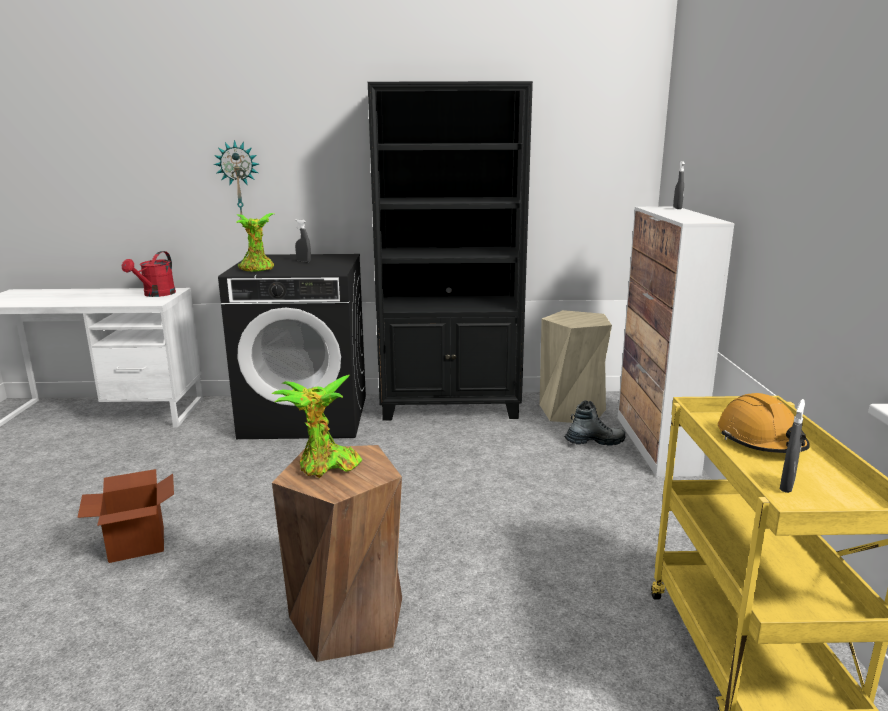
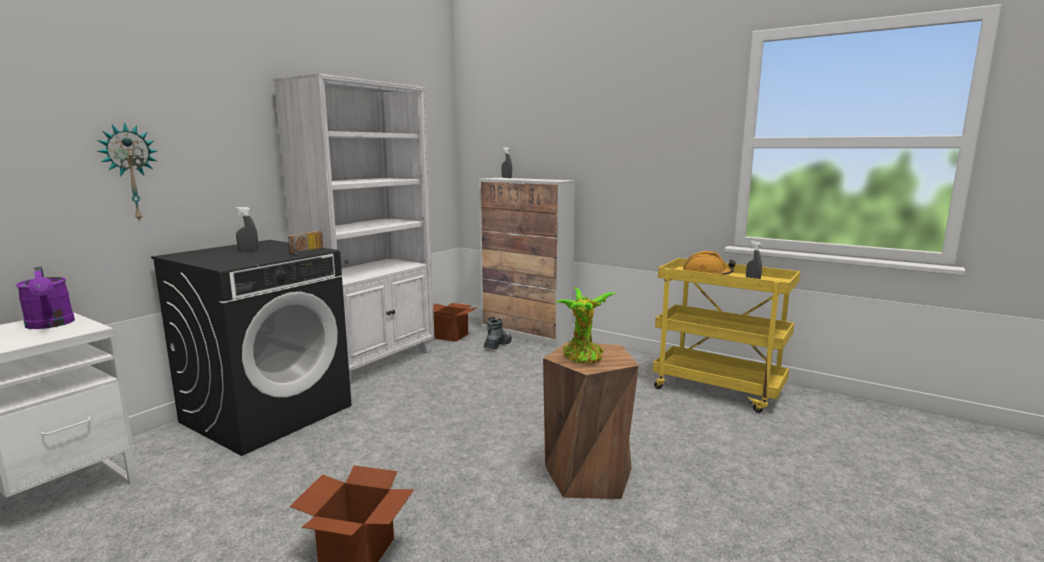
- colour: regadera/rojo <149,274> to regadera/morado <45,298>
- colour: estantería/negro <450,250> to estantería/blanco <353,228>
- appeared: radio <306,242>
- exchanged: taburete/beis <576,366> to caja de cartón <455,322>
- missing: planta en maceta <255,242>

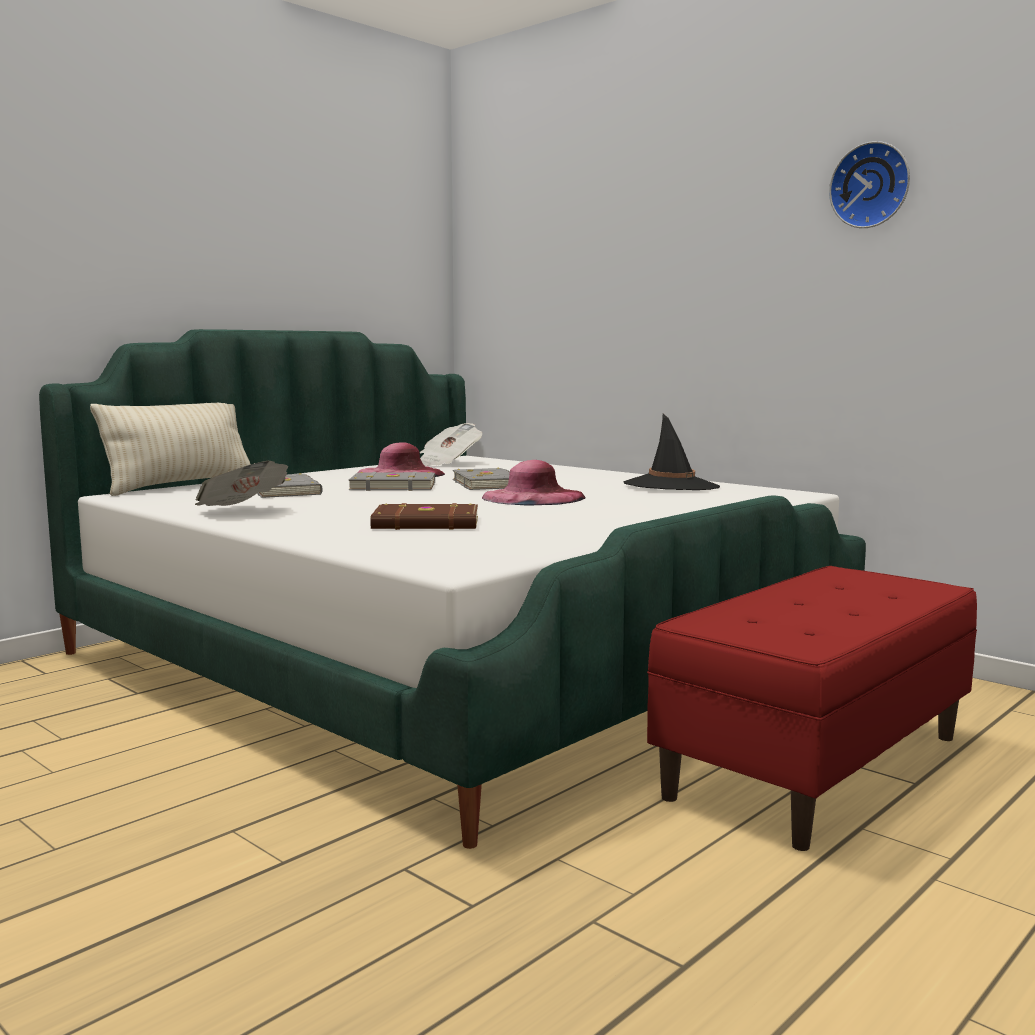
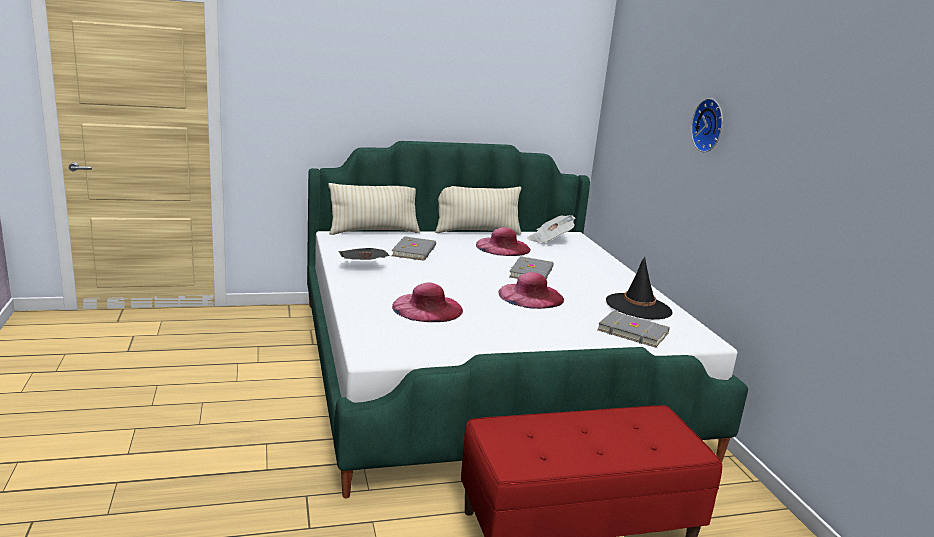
- exchanged: libro/marrón <424,516> to sombrero/rosa <427,302>
- appeared: cojín/beis <478,210>
- relocated: libro/gris <391,481> to <633,329>
- relocated: reloj de pared <869,184> to <707,125>

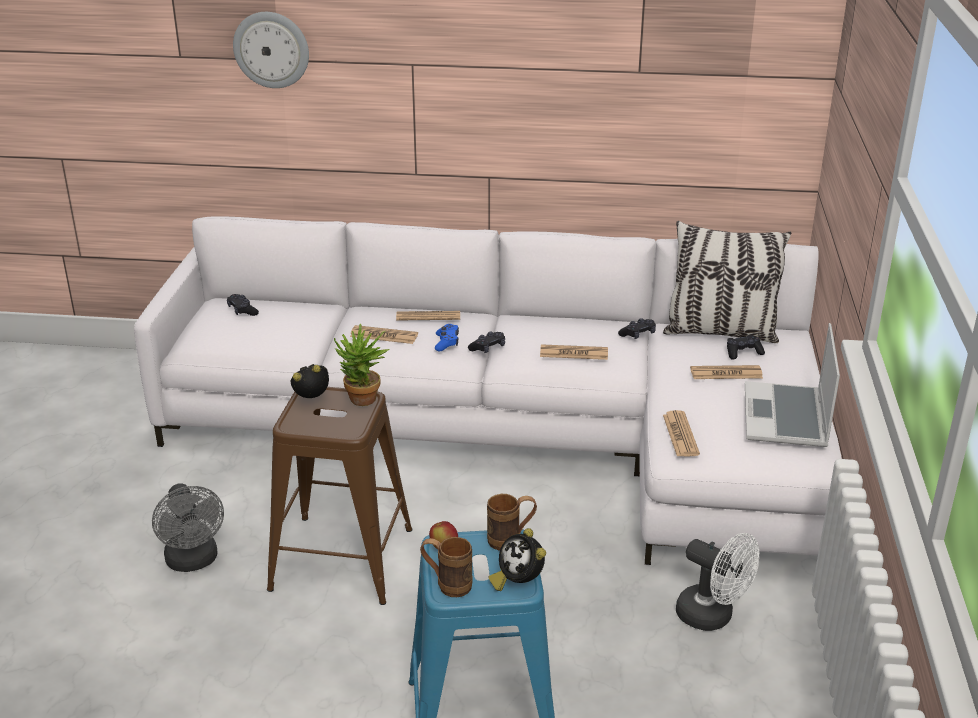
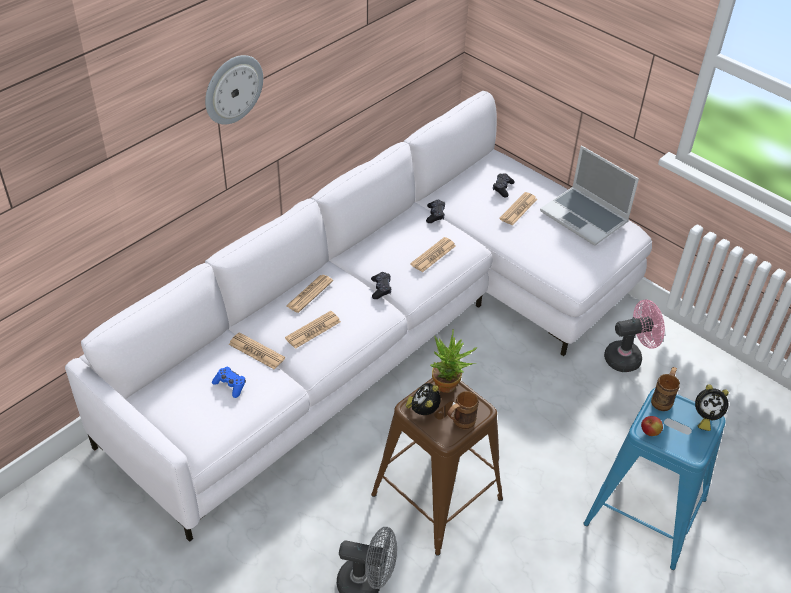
- relocated: reloj de pared <271,50> to <234,90>
- relocated: mando de consola/azul <447,337> to <229,382>
- relocated: periódico <681,433> to <257,351>
- relocated: taza grande/marrón <446,567> to <463,410>
- colour: ventilador/blanco <717,582> to ventilador/rosa <634,336>
- missing: mando de consola/negro <243,305>
- missing: cojín <727,282>

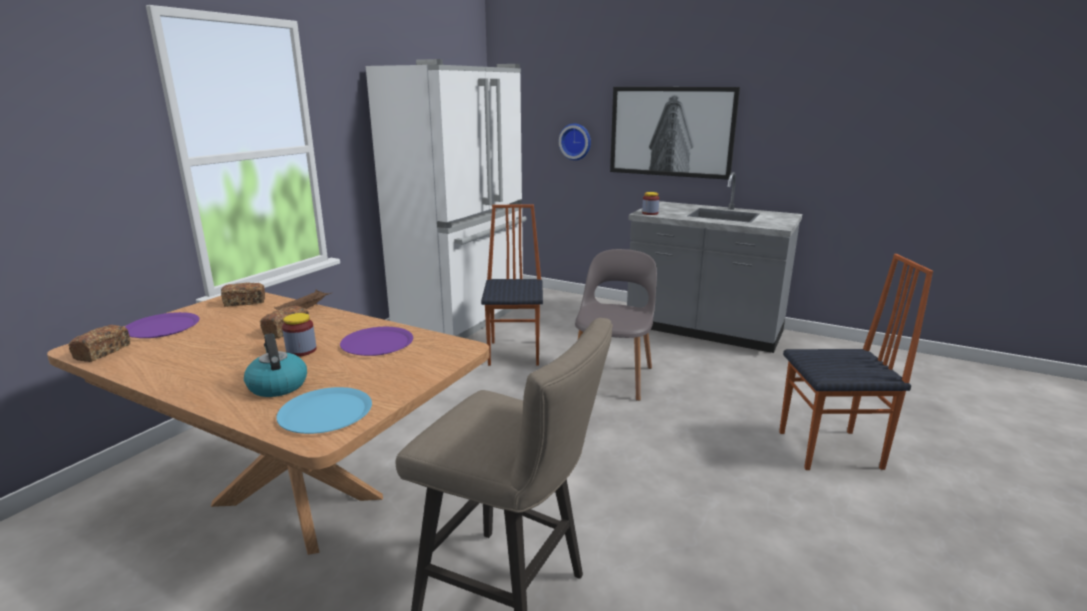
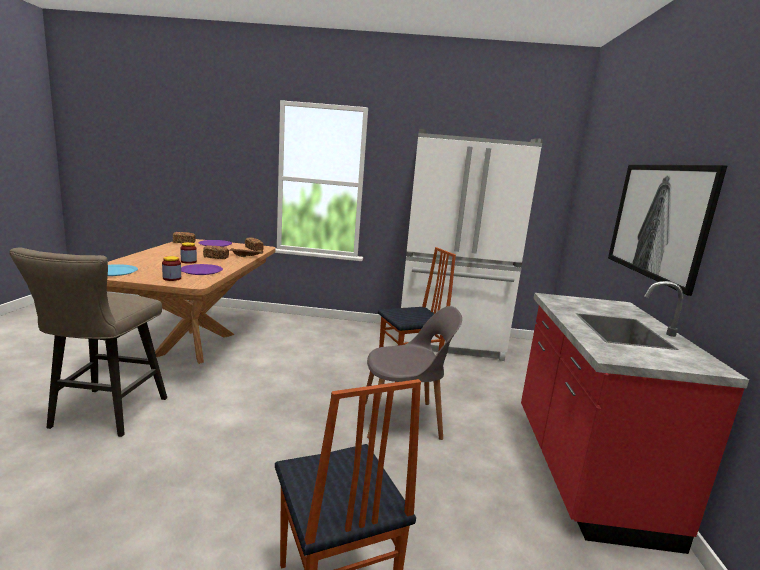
- relocated: tarro <650,203> to <171,268>
- colour: mueble bajo de cocina/gris <714,262> to mueble bajo de cocina/rojo <635,417>
- missing: hervidor <275,365>
- missing: reloj de pared <575,141>

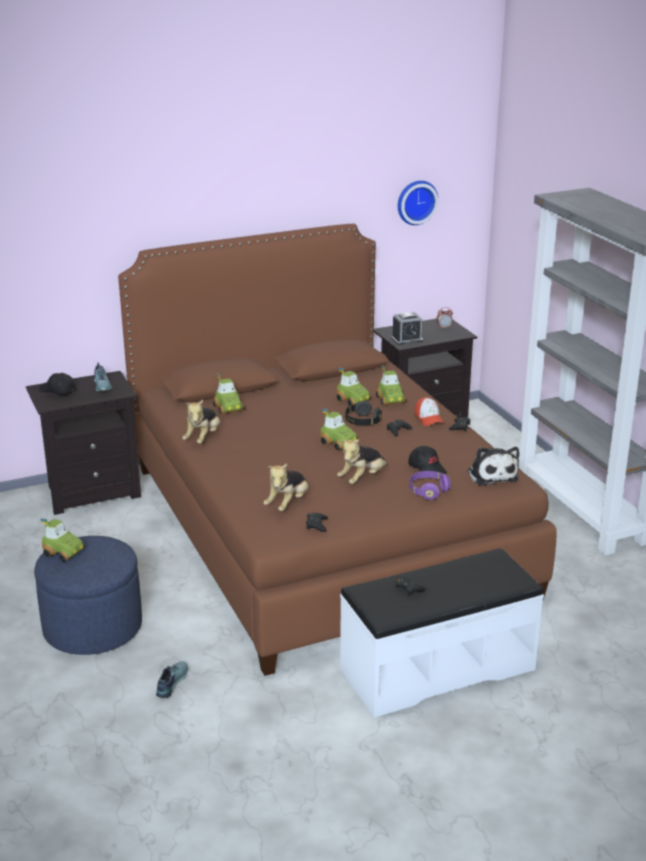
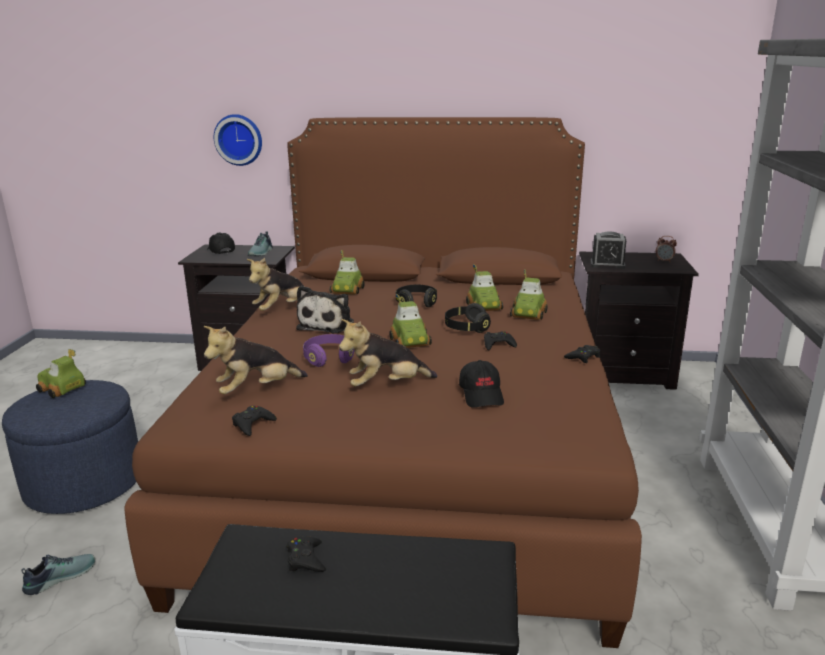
- spun: coche de juguete <62,540> = <61,373> 150 degrees clockwise
- relocated: reloj de pared <418,203> to <238,140>
- relocated: peluche <493,466> to <325,309>
- relocated: auriculares/morado <430,485> to <329,350>
- appeared: auriculares/negro <416,296>
- missing: gorra <429,411>

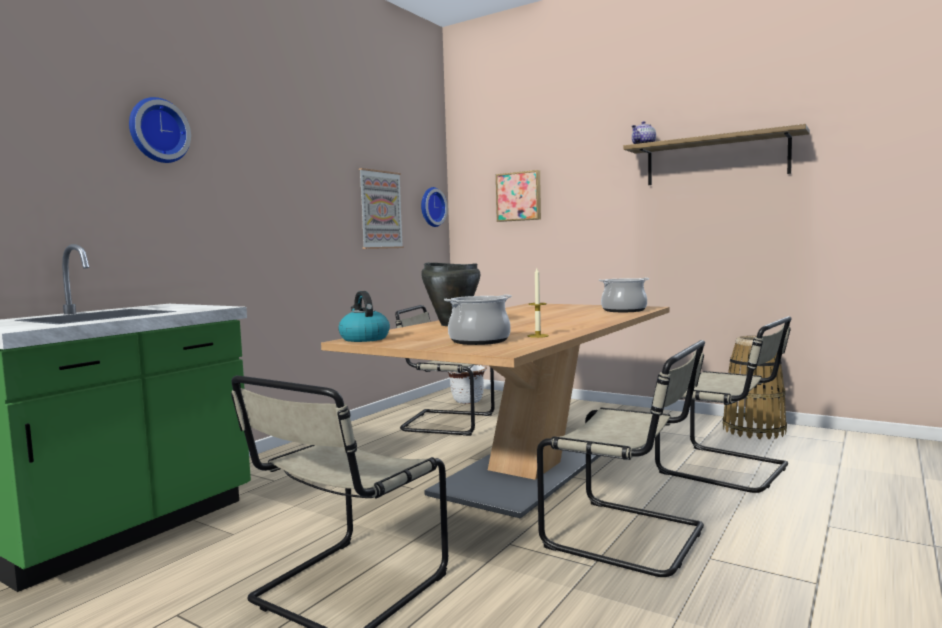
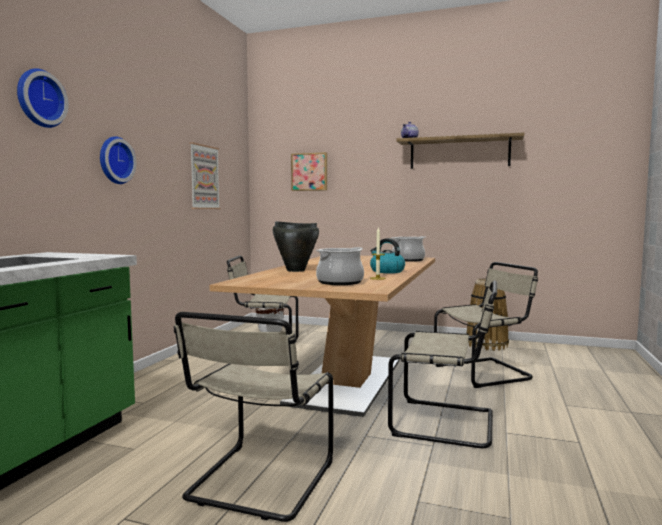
- relocated: reloj de pared <434,207> to <118,160>
- relocated: hervidor <364,316> to <387,255>
- spun: silla/beis <723,404> = <486,325> 45 degrees counterclockwise

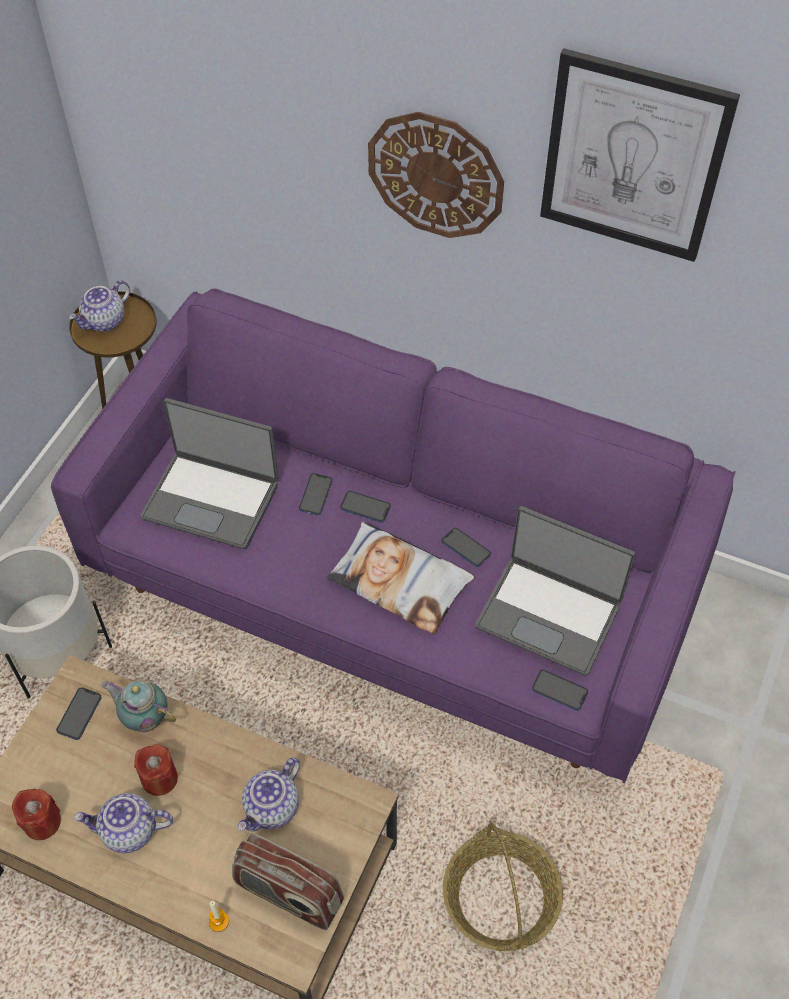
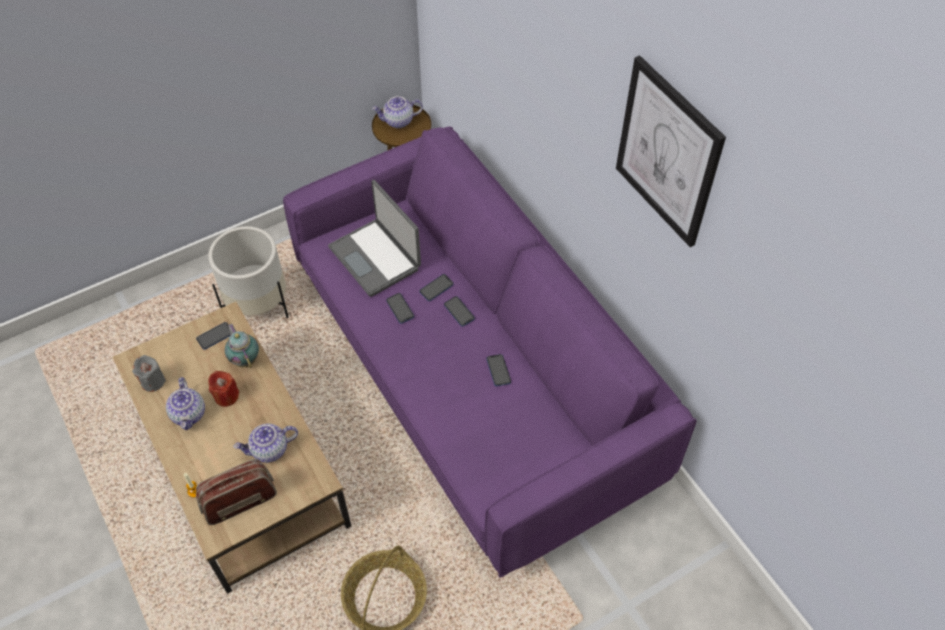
- colour: vela/rojo <36,814> to vela/gris <149,373>
- spun: tetera <123,823> = <185,403> 135 degrees counterclockwise
- spun: radio <288,882> = <236,492> 90 degrees clockwise
- relocated: móvil <560,690> to <400,308>
- missing: cojín <400,577>
- missing: reloj de pared <436,175>
- missing: portátil <555,591>

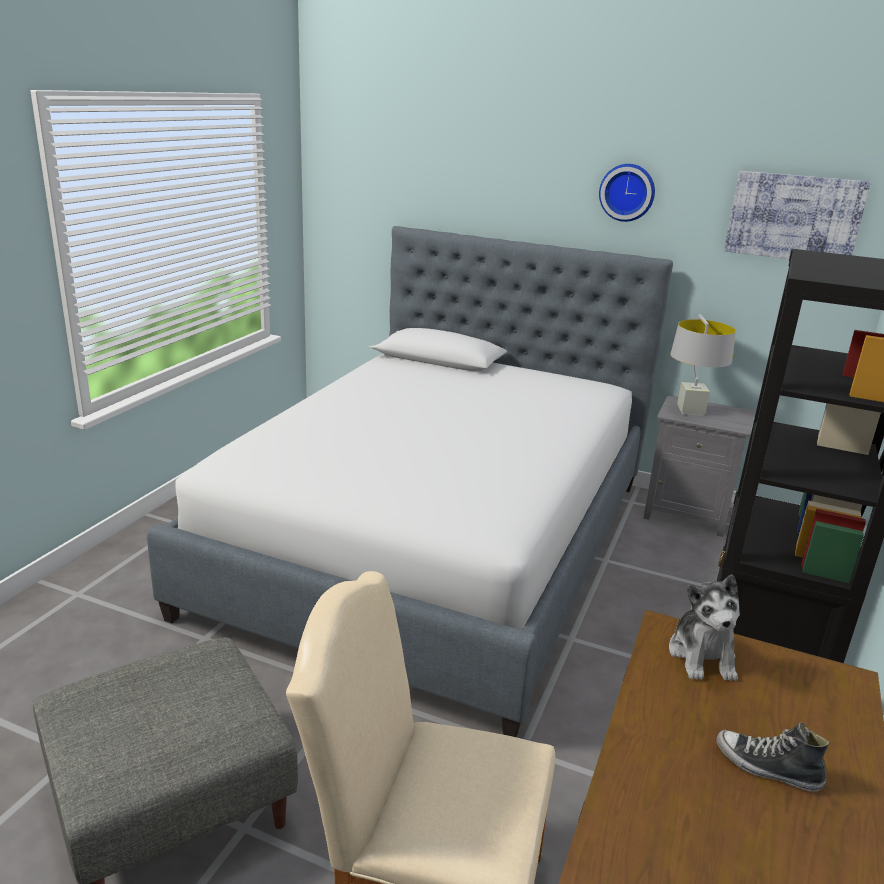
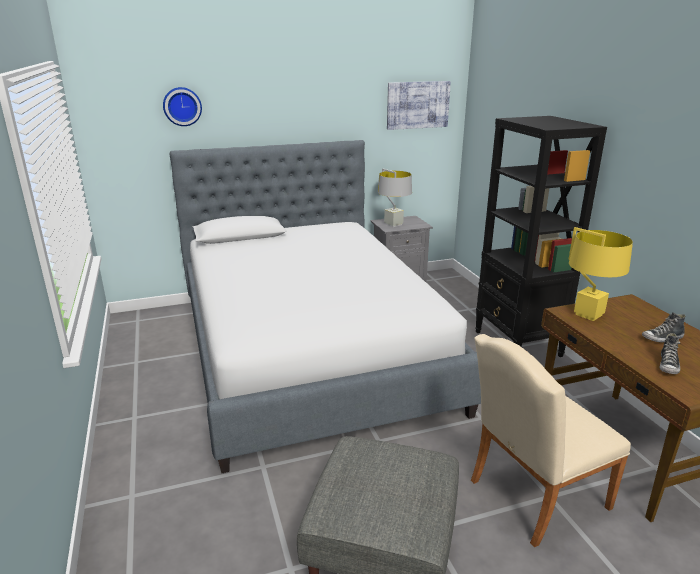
- relocated: reloj de pared <627,193> to <182,106>
- exchanged: peluche <704,628> to lámpara de mesa/amarillo <601,274>
- appeared: zapato <669,353>

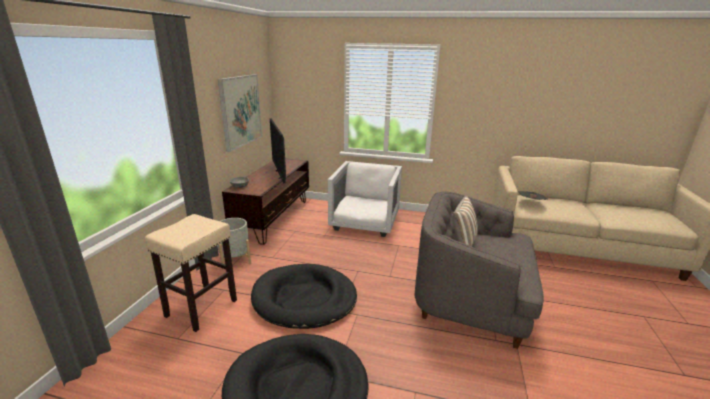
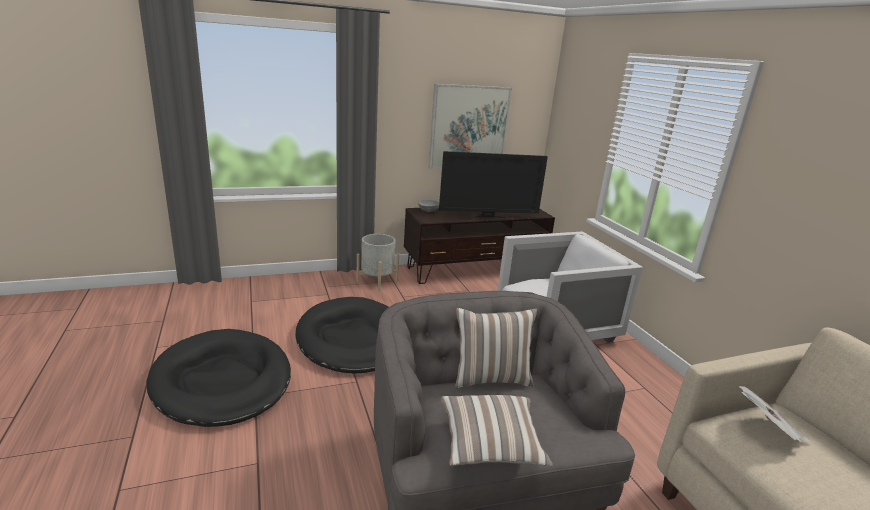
- spun: televisor <278,150> = <493,184> 135 degrees counterclockwise
- appeared: cojín <497,430>
- missing: taburete/beis <191,273>

